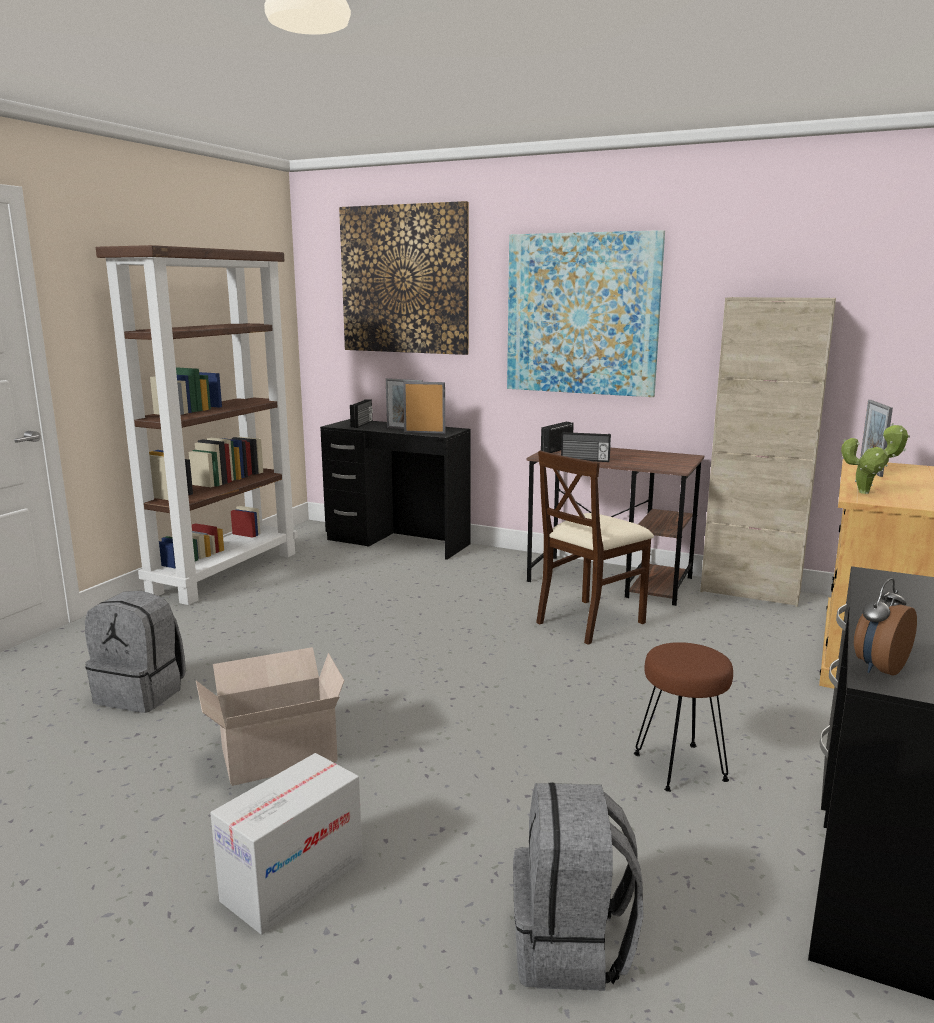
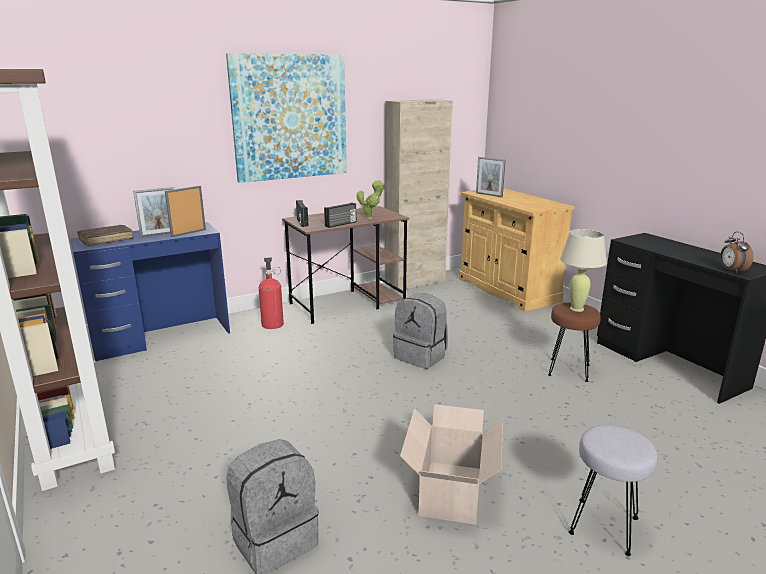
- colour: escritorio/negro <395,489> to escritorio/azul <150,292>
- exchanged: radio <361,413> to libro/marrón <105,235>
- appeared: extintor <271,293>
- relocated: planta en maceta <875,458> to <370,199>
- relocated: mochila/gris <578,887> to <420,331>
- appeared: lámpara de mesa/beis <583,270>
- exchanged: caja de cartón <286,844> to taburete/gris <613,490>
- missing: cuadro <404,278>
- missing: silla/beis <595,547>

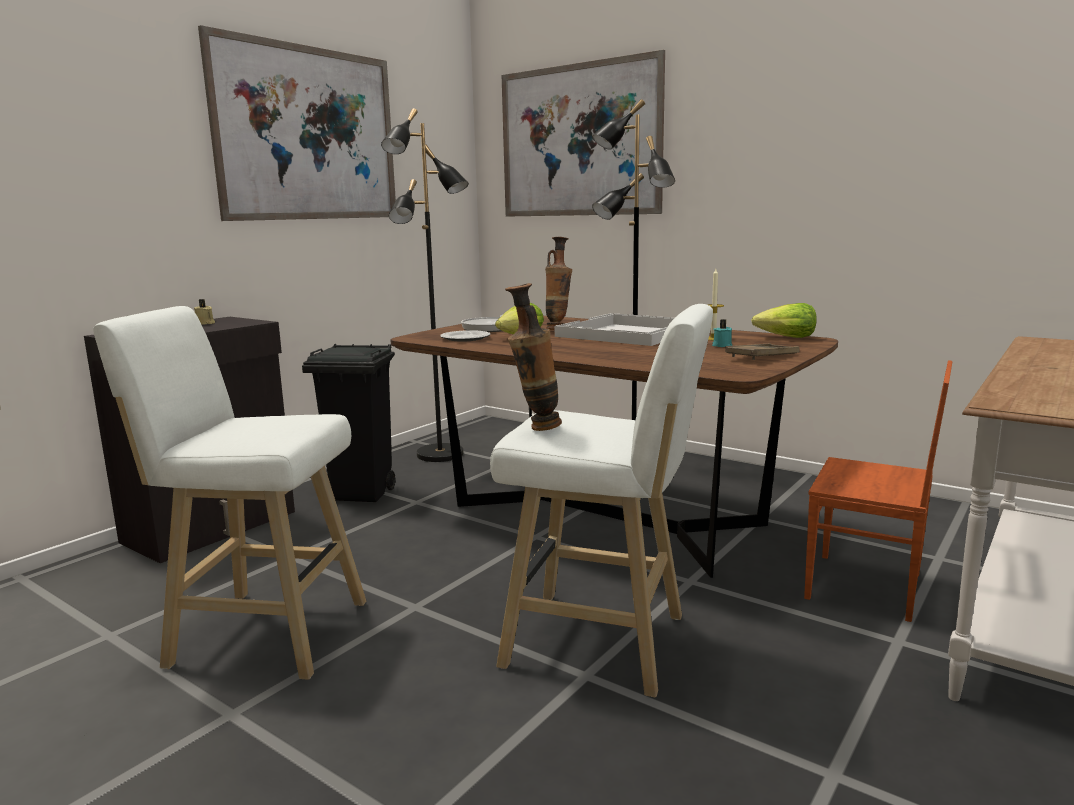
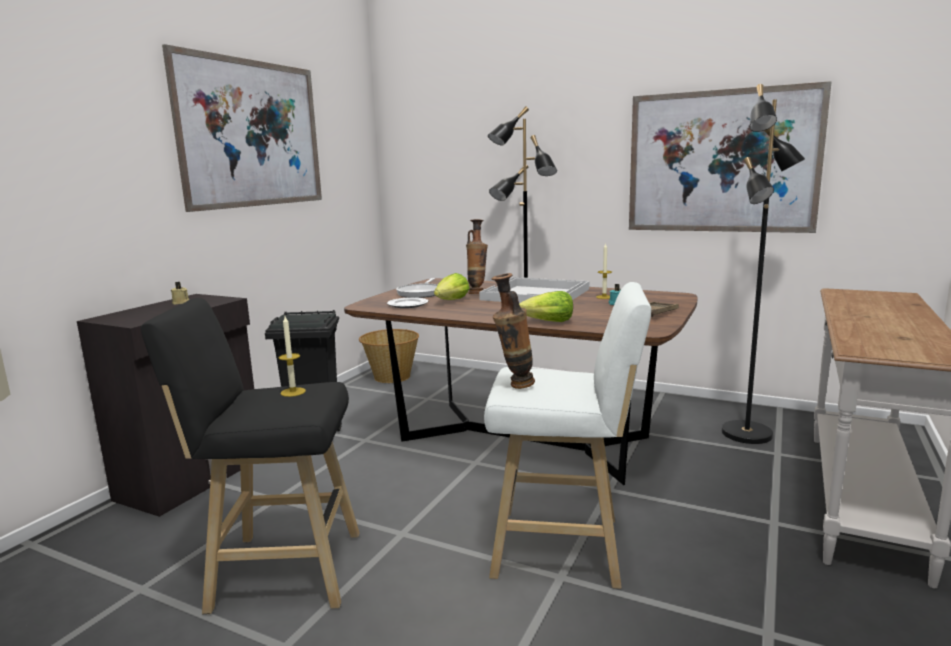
- colour: taburete/blanco <229,493> to taburete/negro <250,456>
- appeared: vela <292,356>
- appeared: cesta <389,356>
- relocated: lechuga <784,320> to <546,306>
- relocated: cuadro <583,133> to <730,157>
- relocated: lámpara de pie/negro <425,285> to <763,264>
- missing: silla/marrón <878,491>

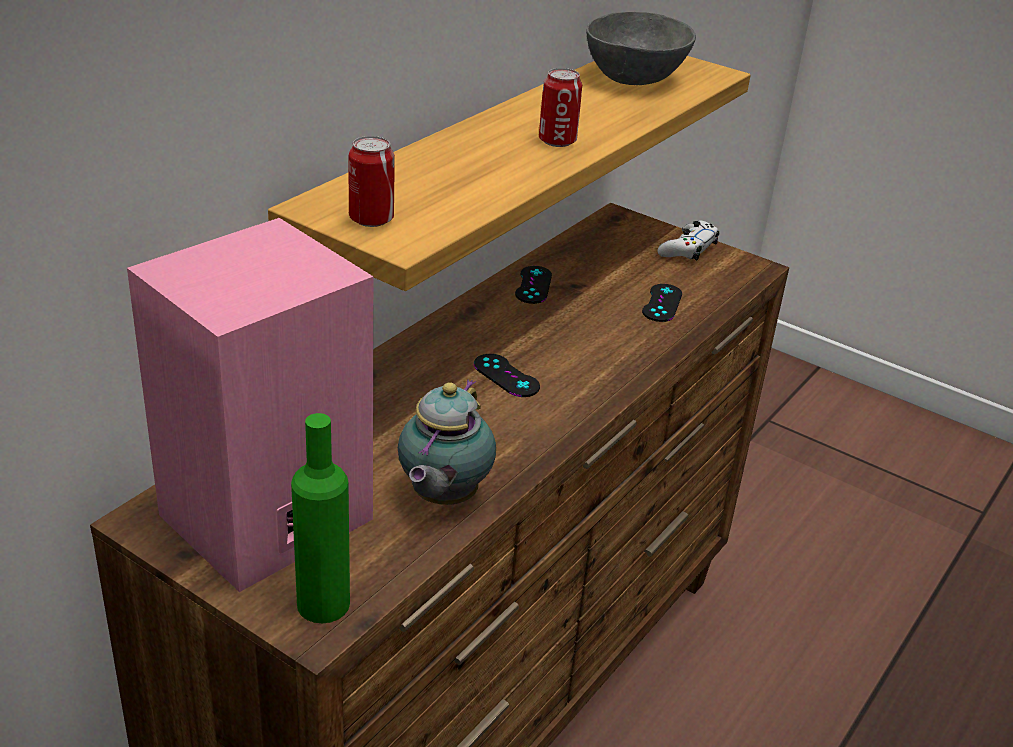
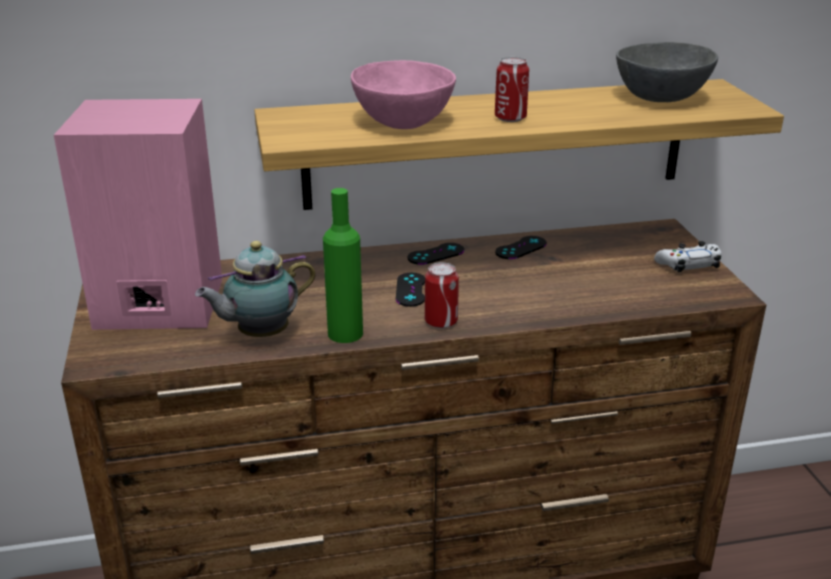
- relocated: botella/verde <320,518> to <343,265>
- appeared: cuenco/rosa <403,94>
- relocated: mando de consola/negro <662,303> to <435,254>
- relocated: lata <371,181> to <442,295>

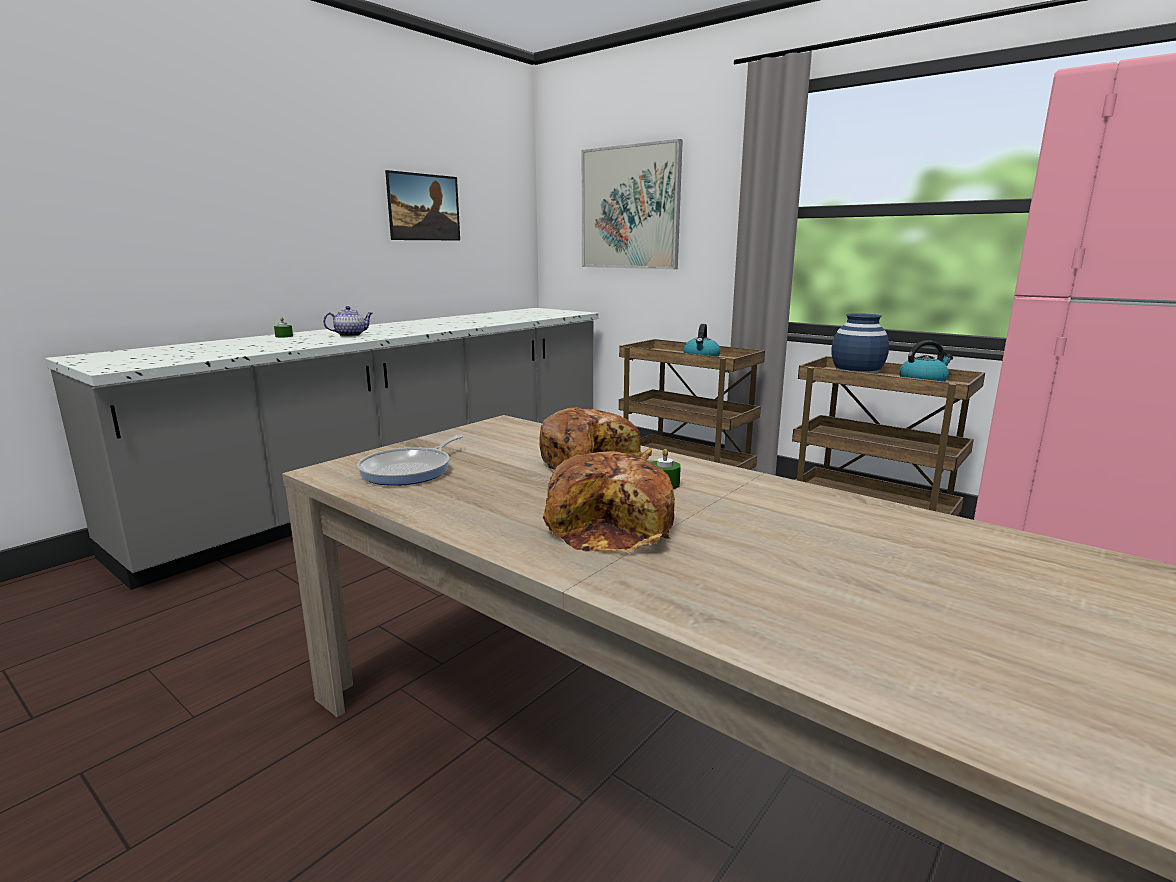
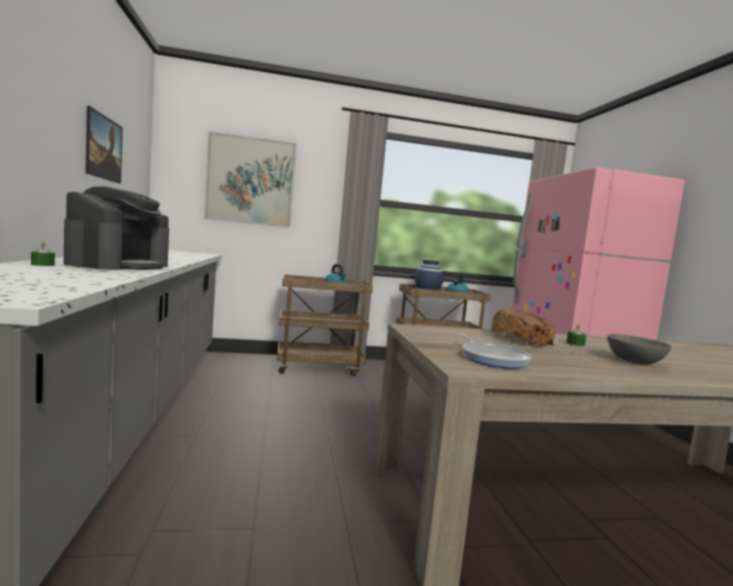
- exchanged: tetera <347,321> to cafetera <116,228>
- exchanged: pan <609,501> to cuenco/gris <639,349>

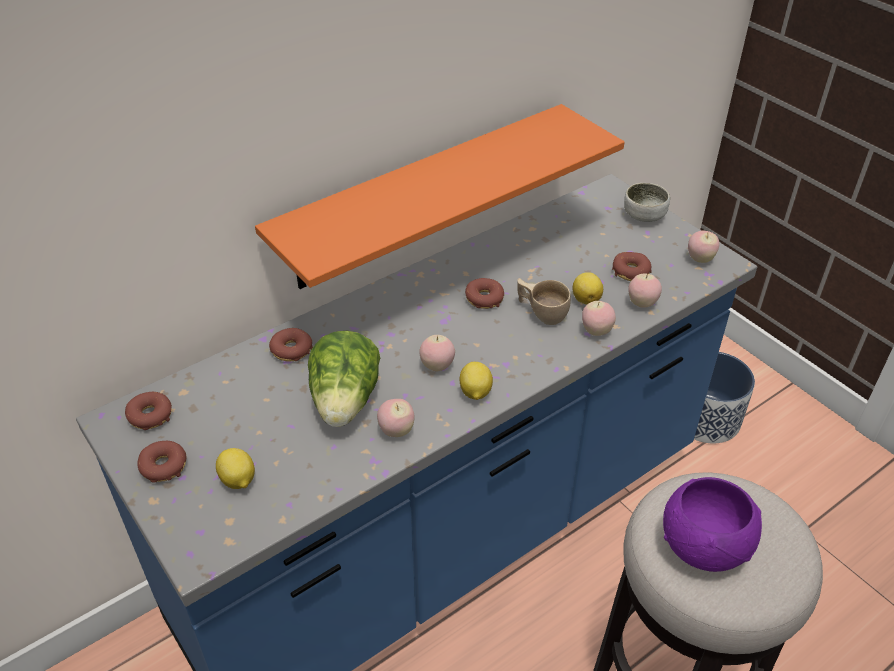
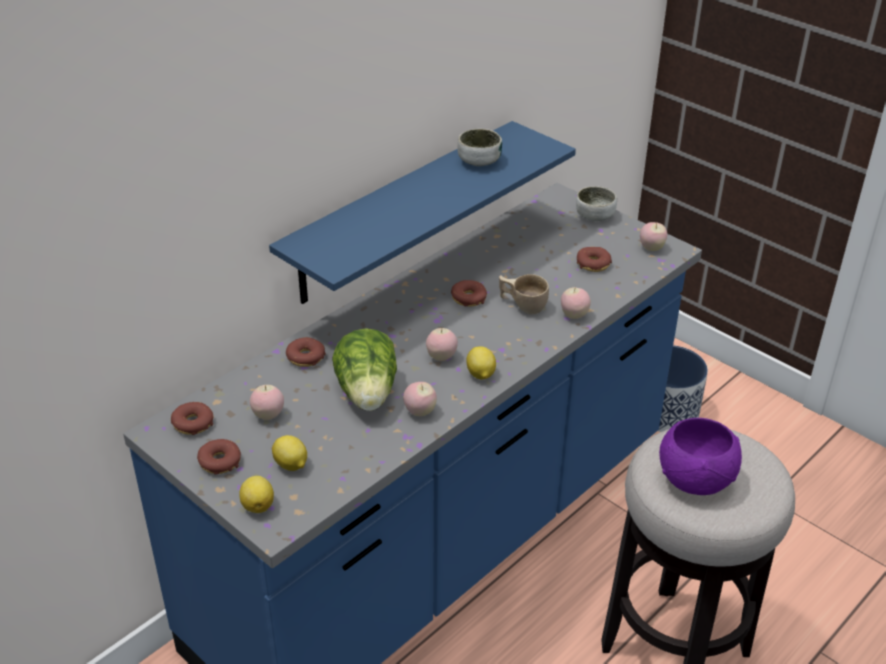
- relocated: limón <588,288> to <256,494>
- relocated: manzana <645,290> to <267,402>
- colour: estante/naranja <440,196> to estante/azul <422,212>
- appeared: cuenco <480,147>

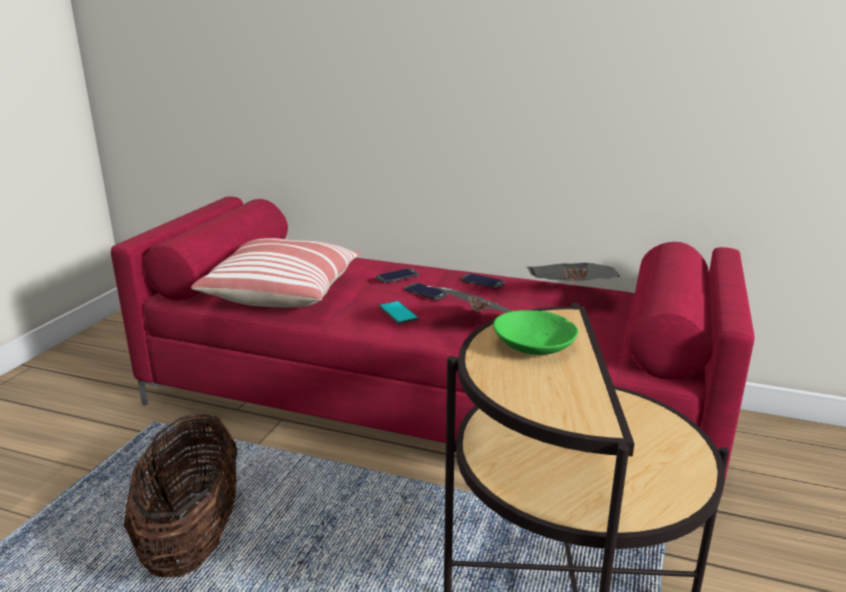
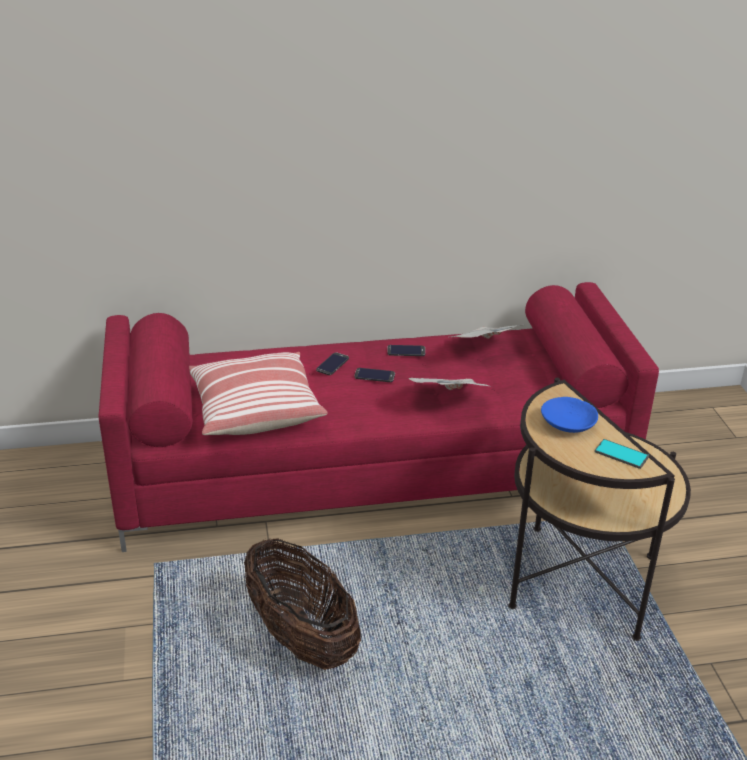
- colour: cuenco/verde <535,332> to cuenco/azul <569,415>
- relocated: móvil <399,312> to <622,454>

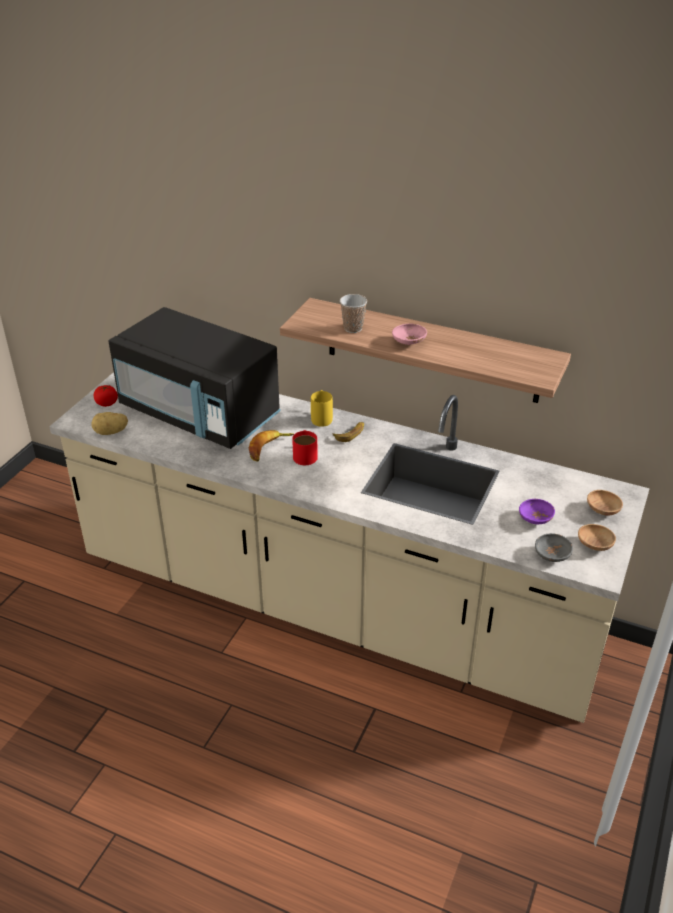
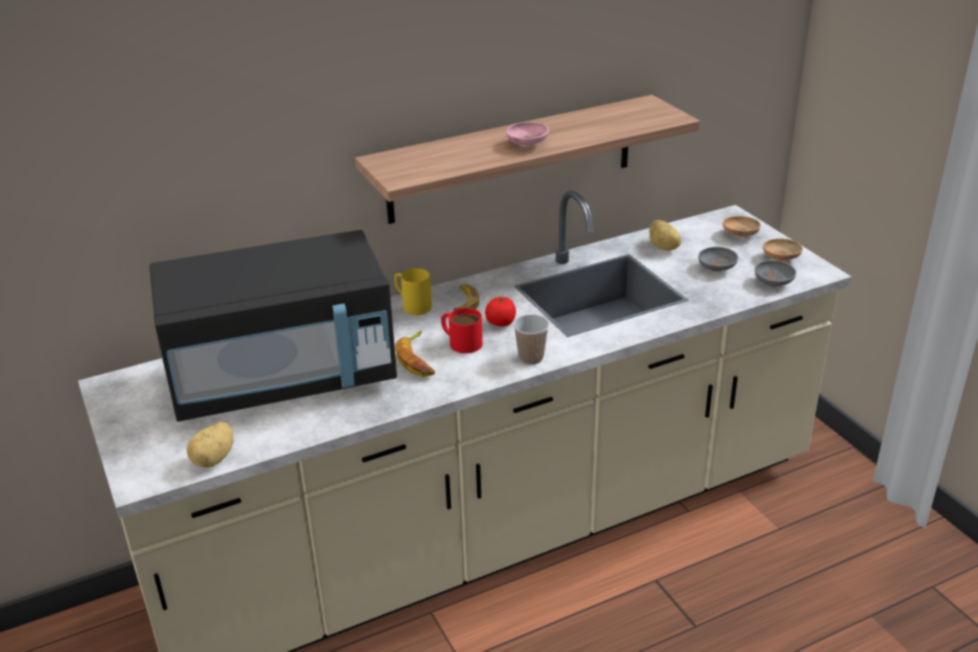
- relocated: tomate <106,396> to <500,311>
- relocated: taza <353,313> to <531,339>
- appeared: patata <665,235>
- colour: cuenco/morado <537,511> to cuenco/gris <718,259>

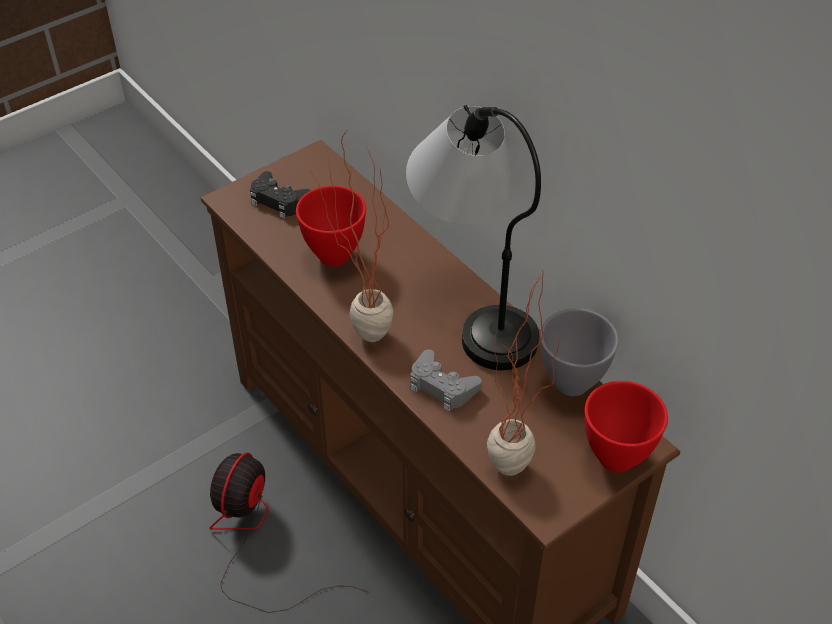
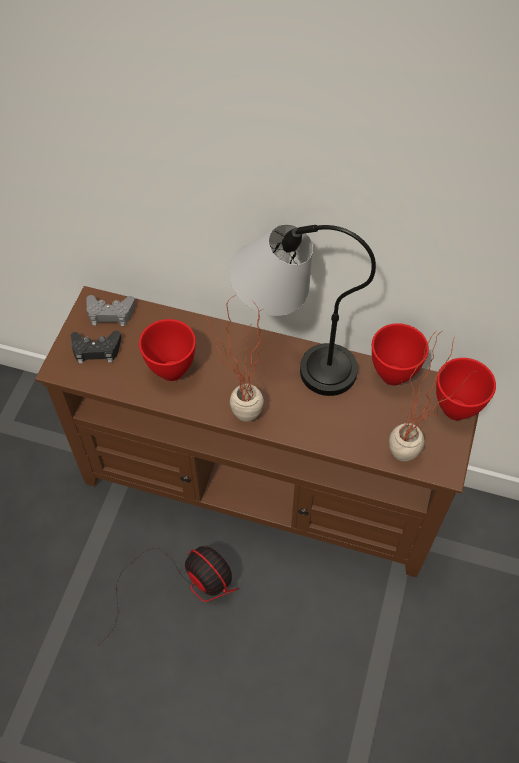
- relocated: mando de consola/gris <446,380> to <110,310>
- spun: ventilador <289,533> = <168,595> 150 degrees clockwise
- colour: cuenco/gris <579,352> to cuenco/rojo <400,354>

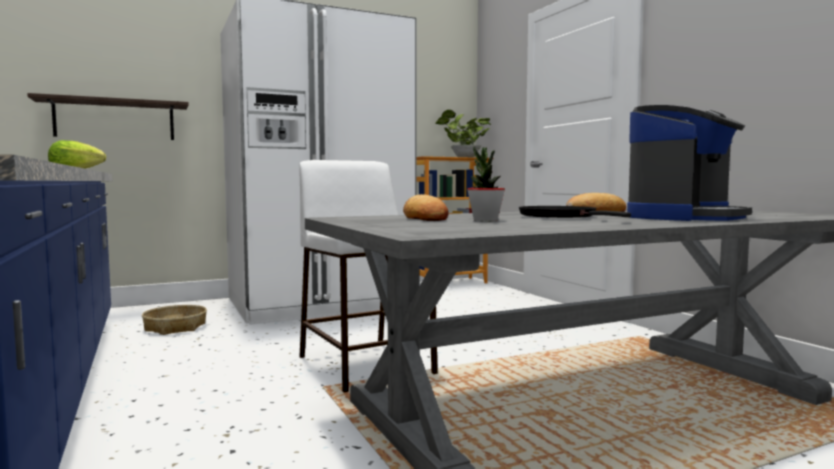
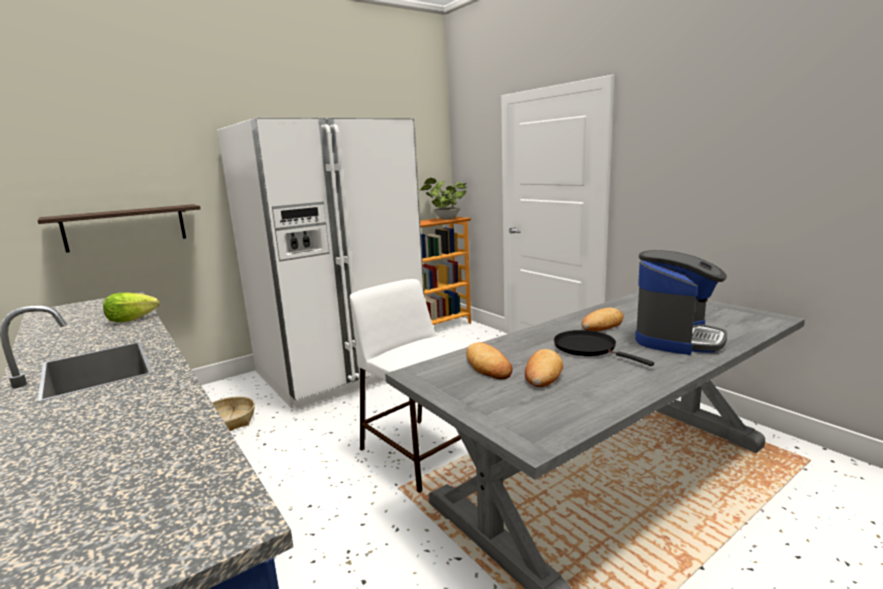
- exchanged: planta en maceta <486,184> to pan <544,368>

